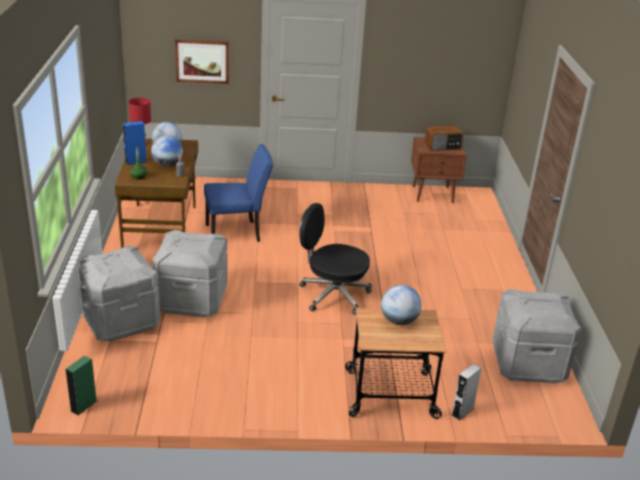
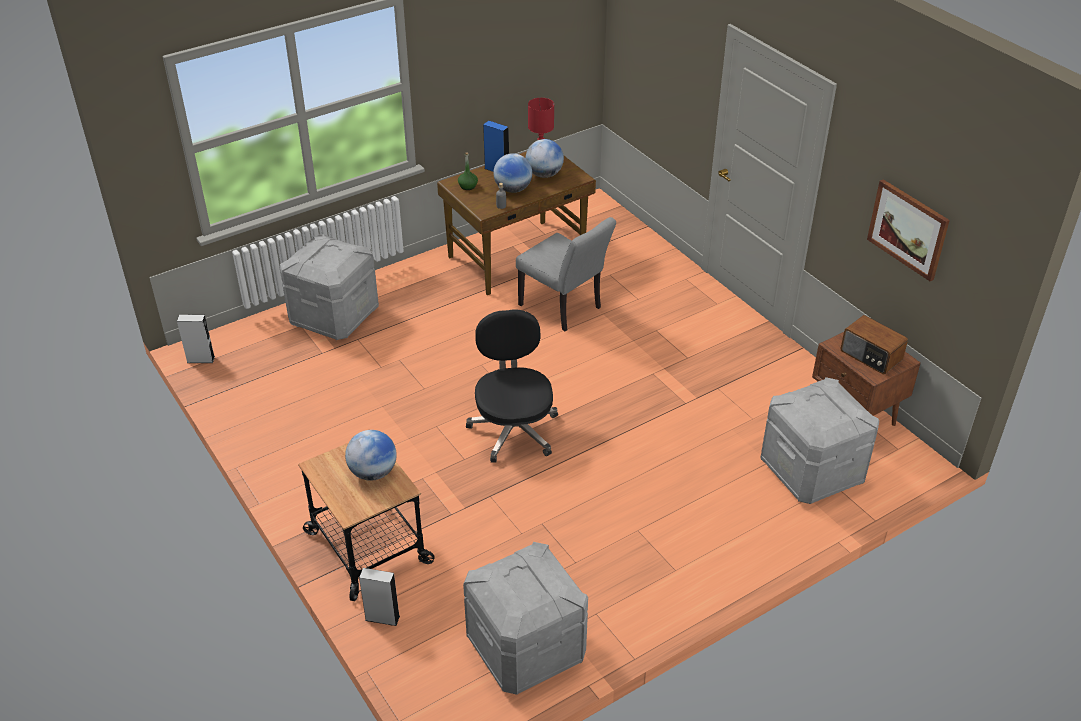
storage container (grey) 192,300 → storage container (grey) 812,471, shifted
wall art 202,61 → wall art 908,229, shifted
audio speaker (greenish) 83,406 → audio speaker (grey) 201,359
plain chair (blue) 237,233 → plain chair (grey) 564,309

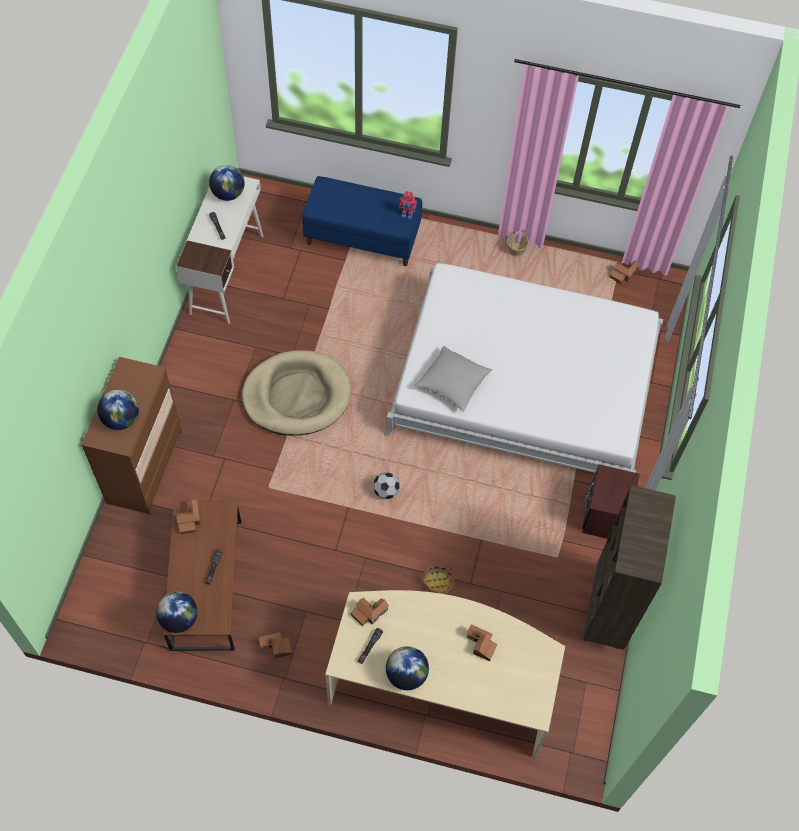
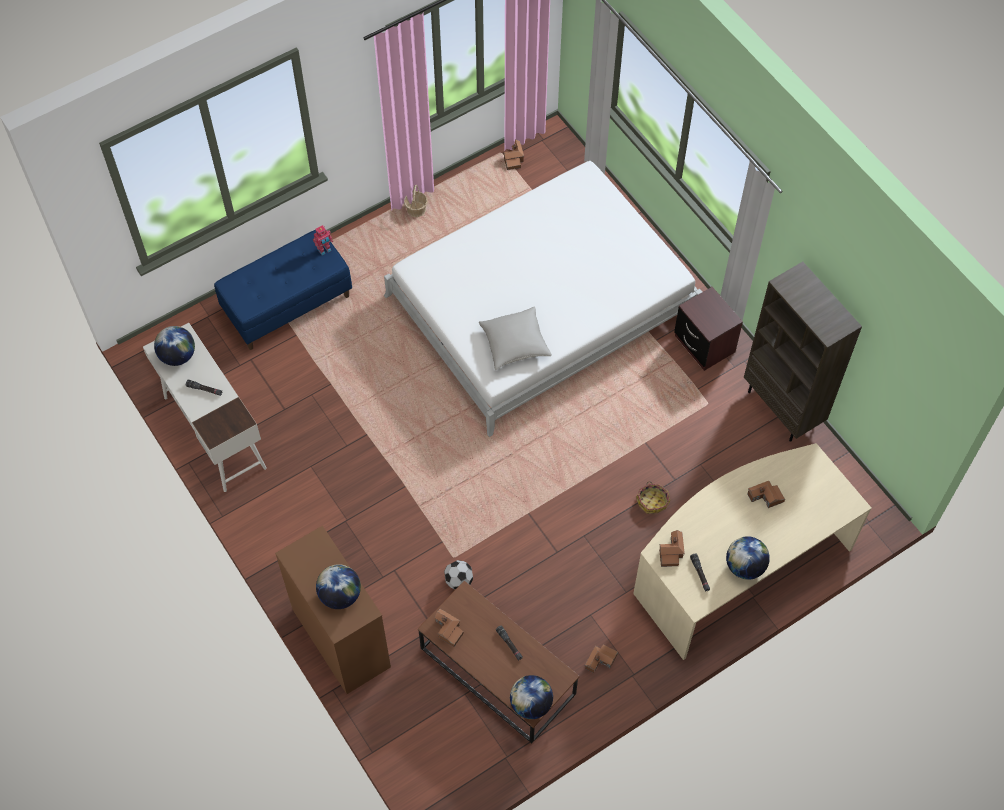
pet bed (sand-coloured) 297,396 → -
football ball 386,491 → football ball 459,580, shifted

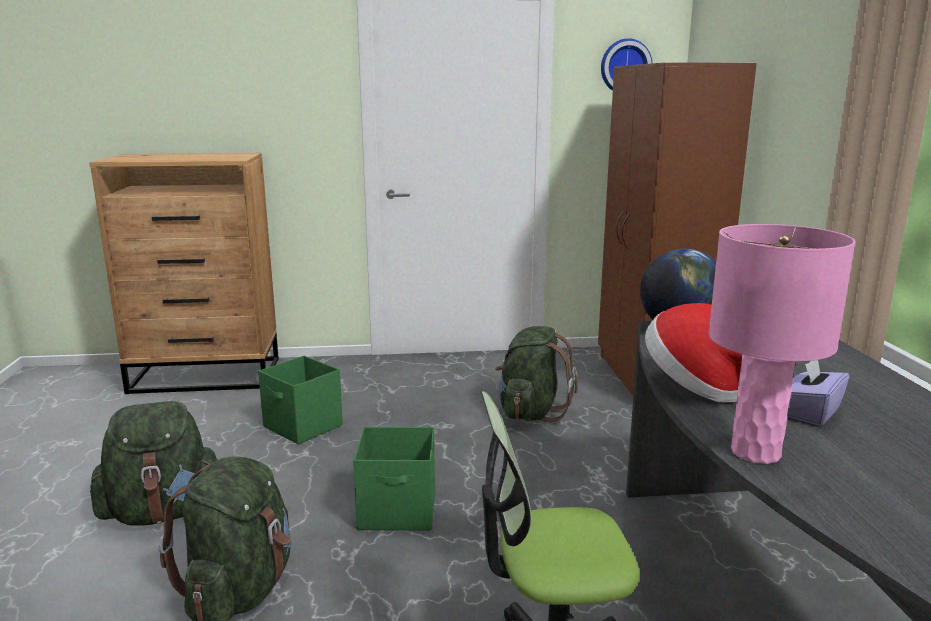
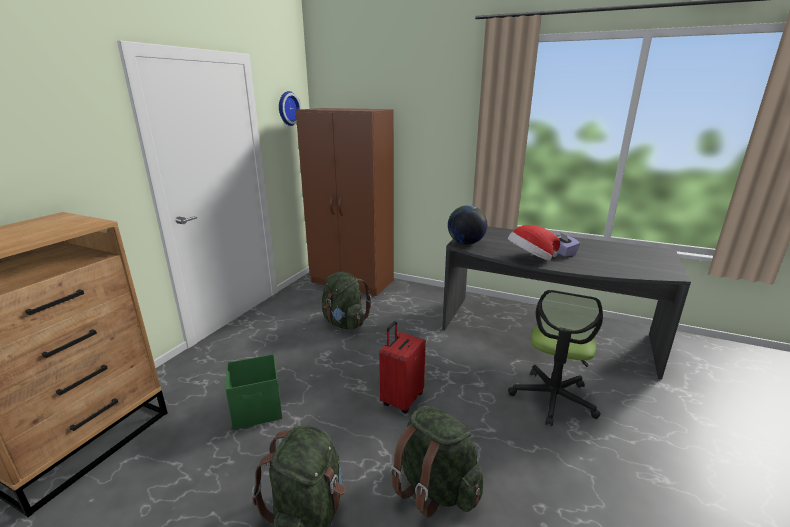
table lamp (pinkish) 755,453 → -
storage container (greenish) 399,511 → travel case (red) 401,399

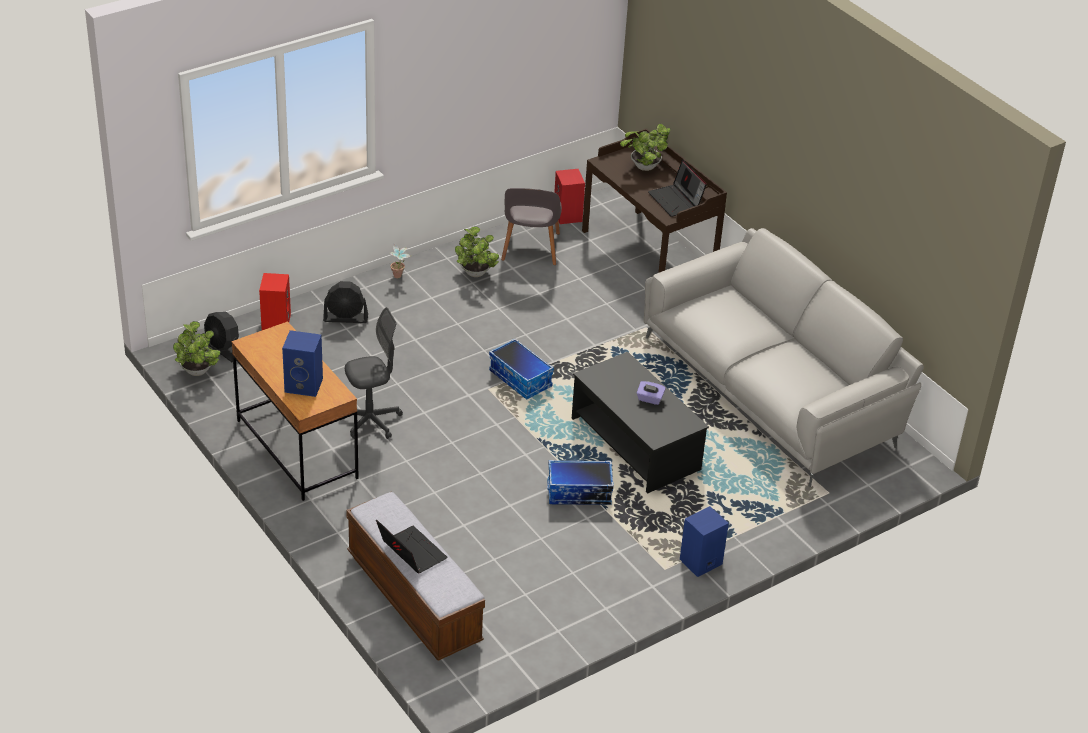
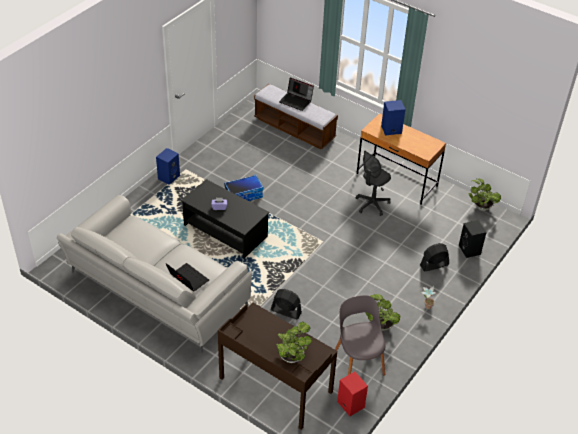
storage container 521,379 → -
electric fan (blackish) 224,349 → electric fan (blackish) 286,311, shifted
portable computer 676,201 → portable computer 187,279, shifted
audio speaker (red) 275,321 → audio speaker (blackish) 470,250

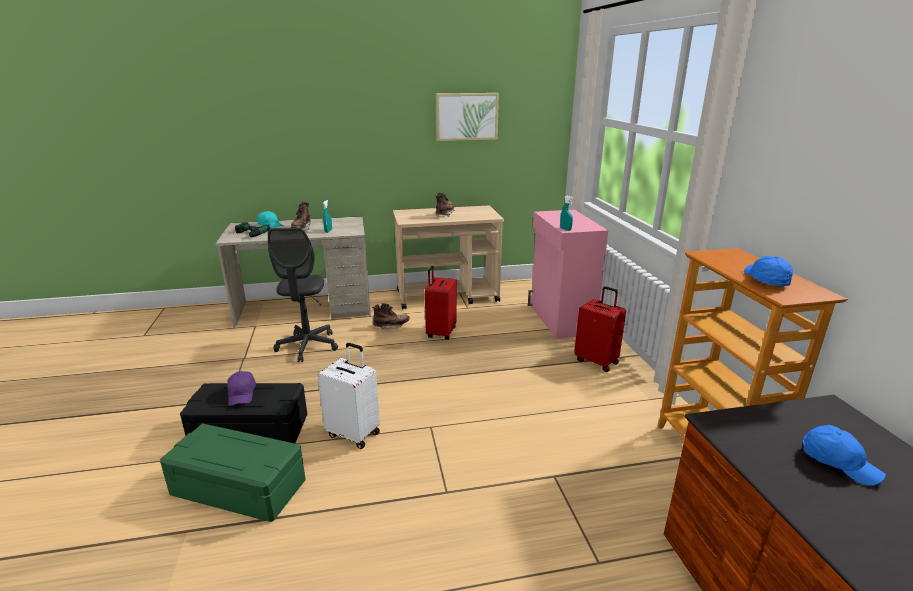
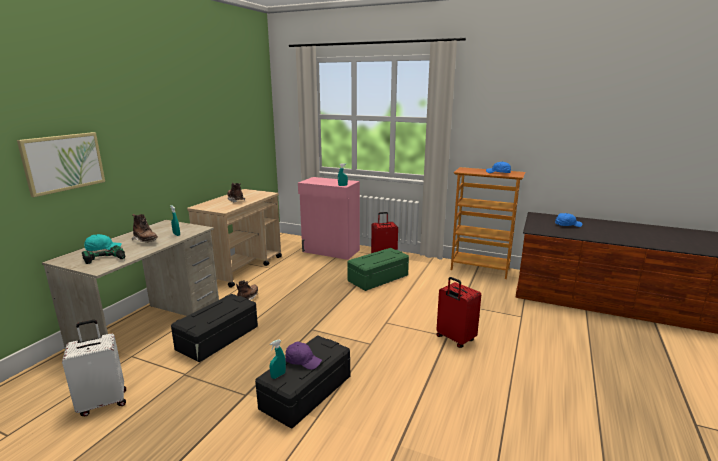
- → hand sprayer (turquoise) 278,375
storage container (greenish) 240,487 → storage container (greenish) 378,278, shifted
travel case (white) 354,433 → travel case (white) 103,402, shifted
travel case (red) 440,333 → travel case (red) 454,339, shifted
wall art 466,116 → wall art 63,162, shifted
computer chair (grey) 308,346 → storage container (blackish) 218,338

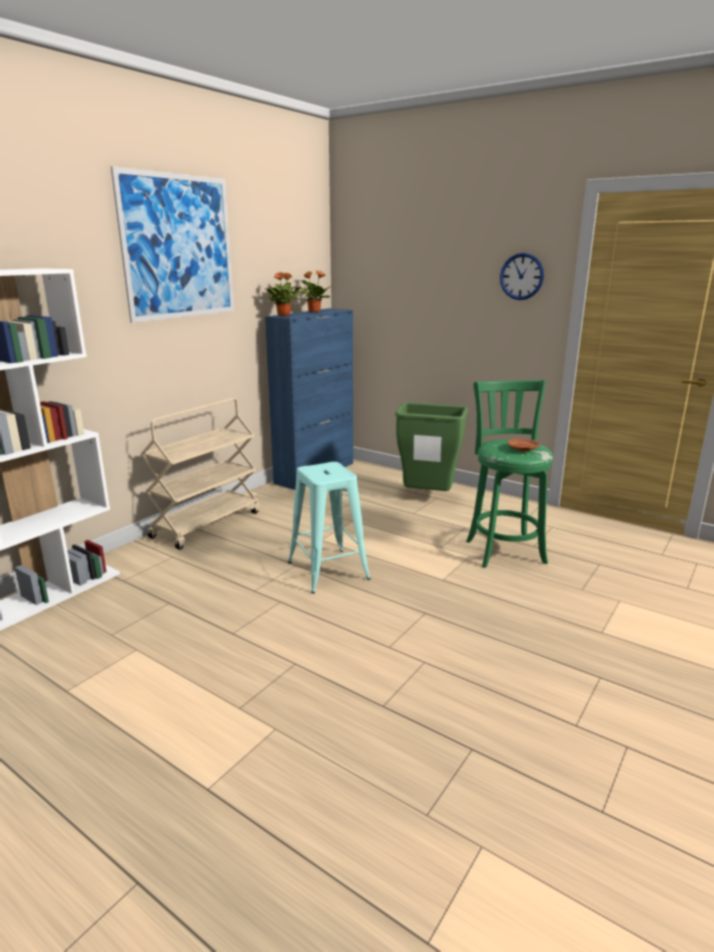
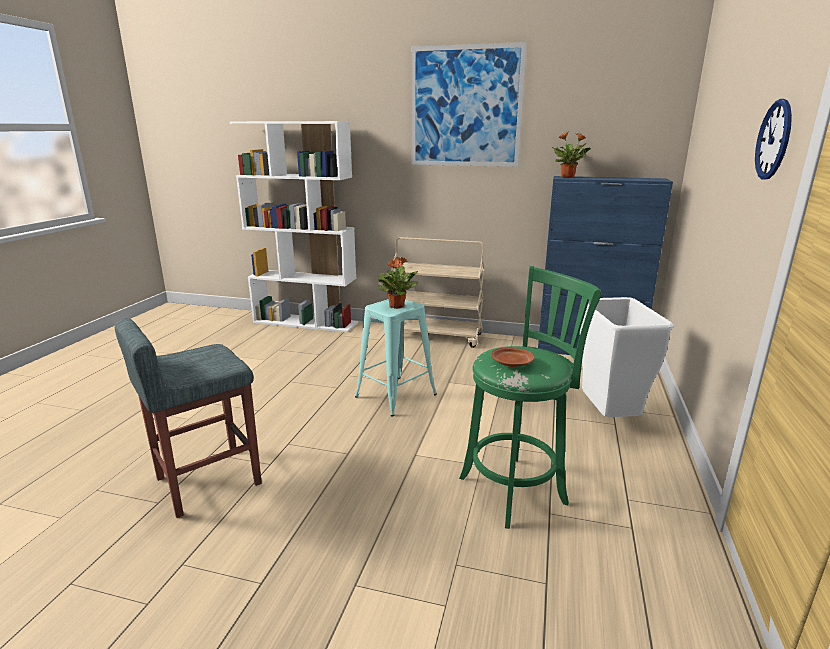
- → stool seat (grey) 206,481
potted plant 314,311 → potted plant 397,306, shifted
waste bin (greenish) 427,497 → waste bin (white) 607,418

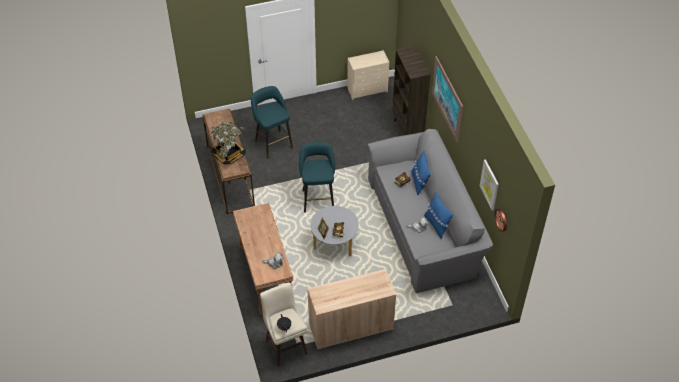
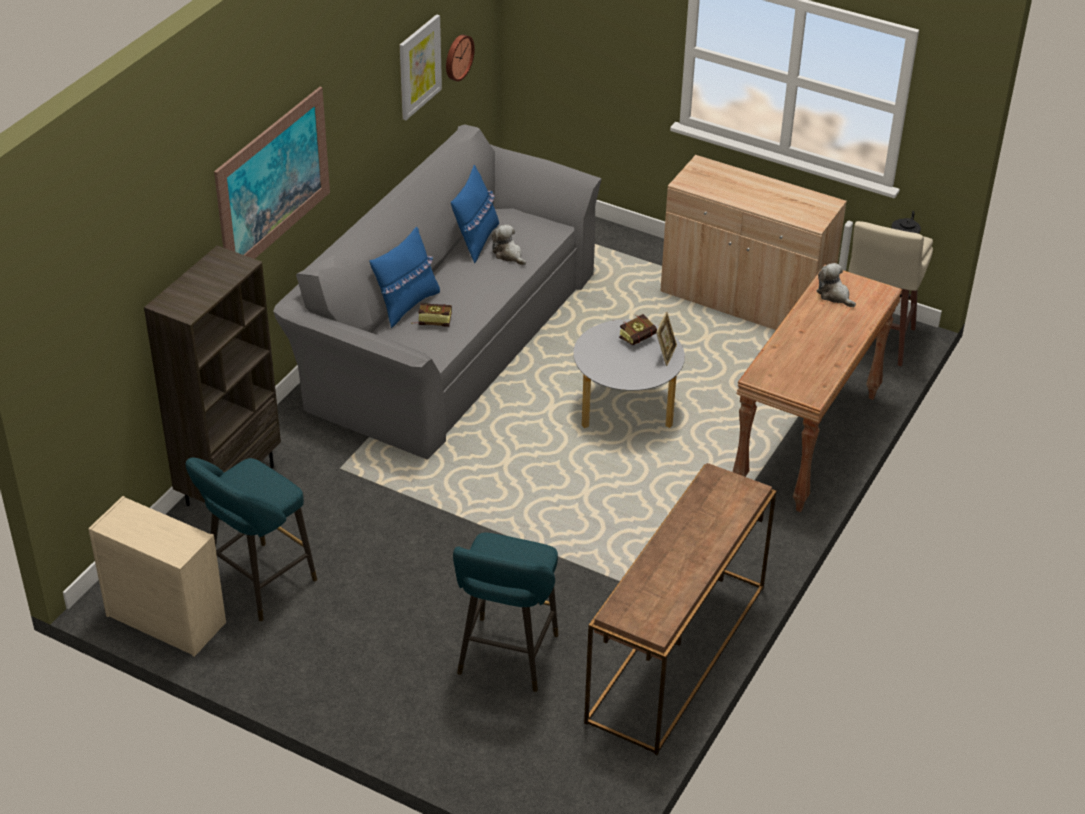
potted plant 229,154 → -
stool seat (turquoise) 318,198 → stool seat (turquoise) 257,585, shifted

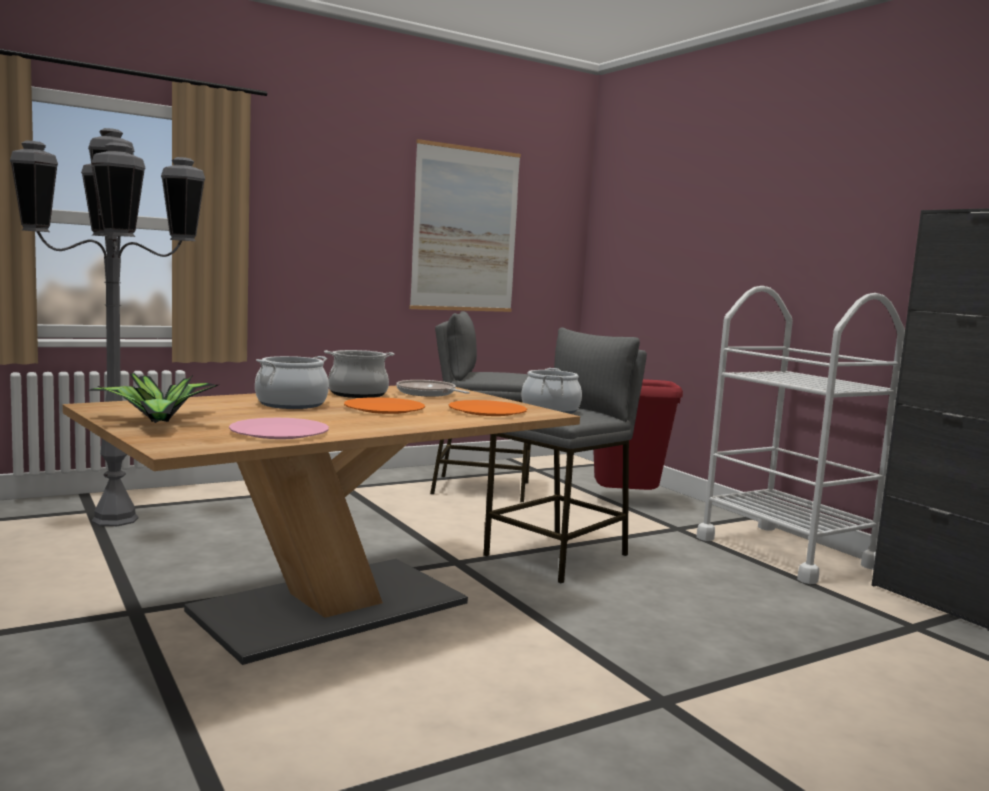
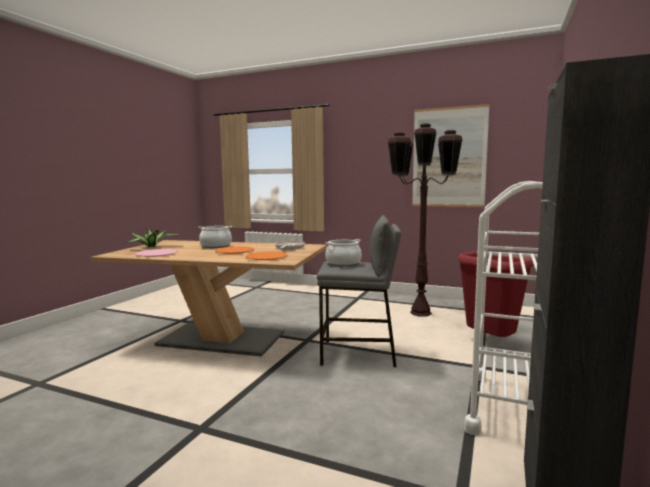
standard lamp (grey) 115,519 → -
stockpot 358,394 → -
stool seat (grey) 480,488 → standard lamp (brown) 420,313

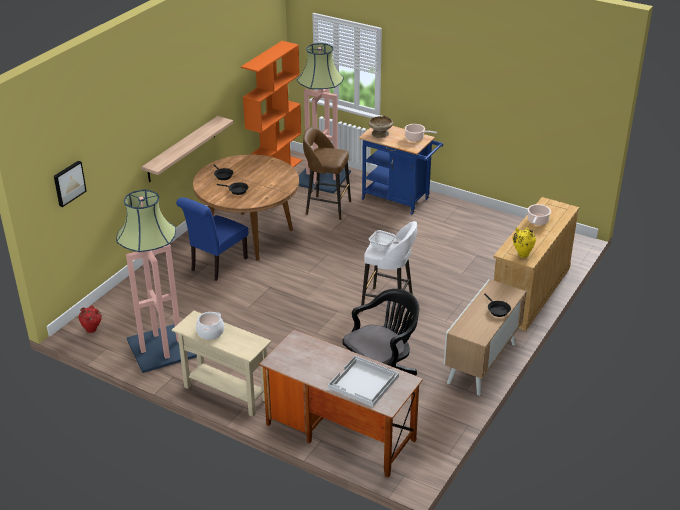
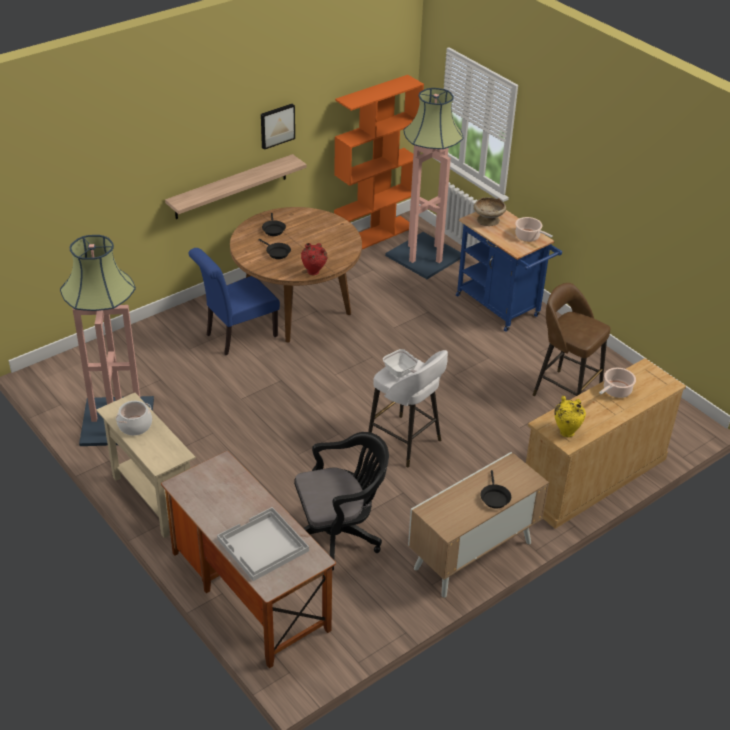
wall art 68,183 → wall art 277,125, shifted
decorative vase (red) 92,330 → decorative vase (red) 314,273, shifted
stool seat (brown) 326,207 → stool seat (brown) 565,392, shifted

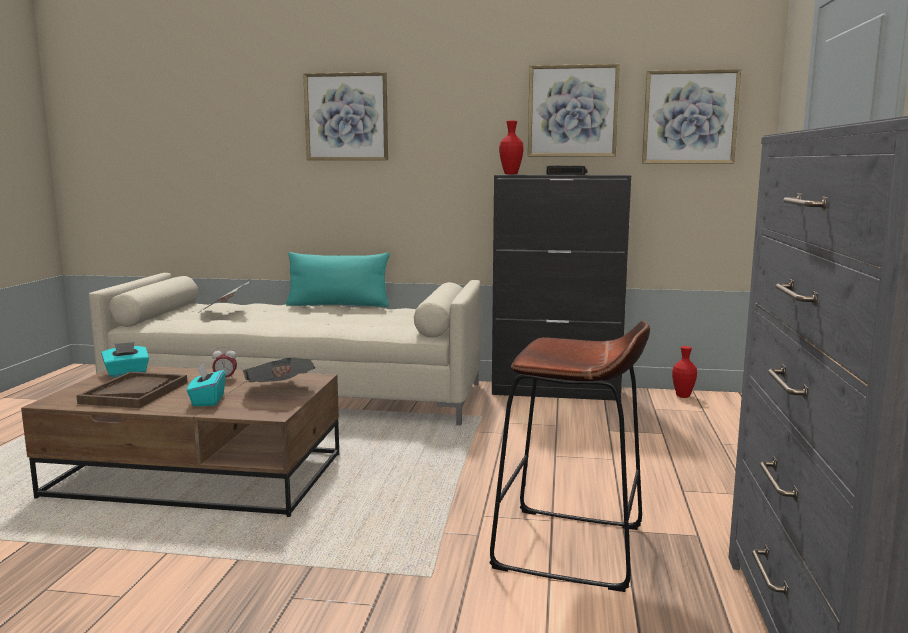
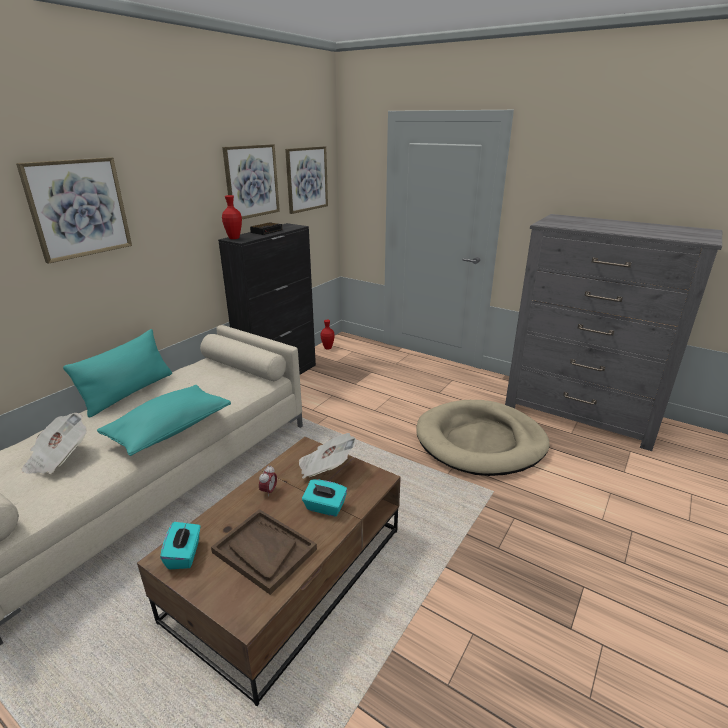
- → throw pillow (turquoise) 170,430
stool seat (brown) 569,548 → pet bed (sand-coloured) 480,441

